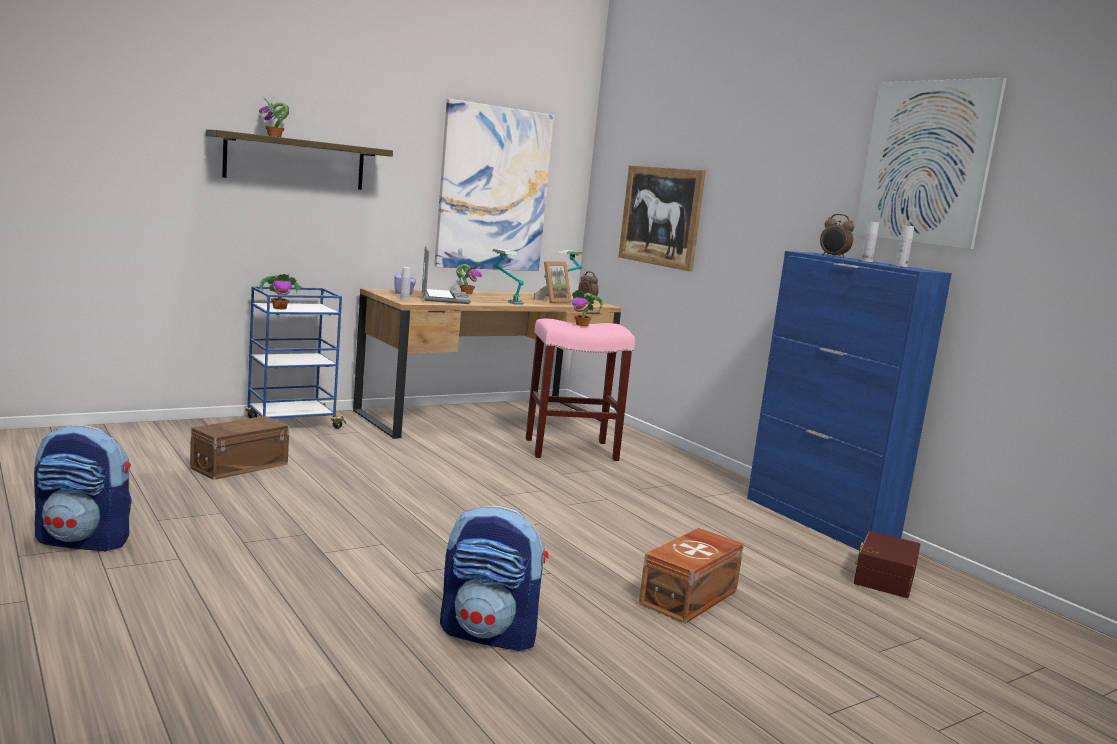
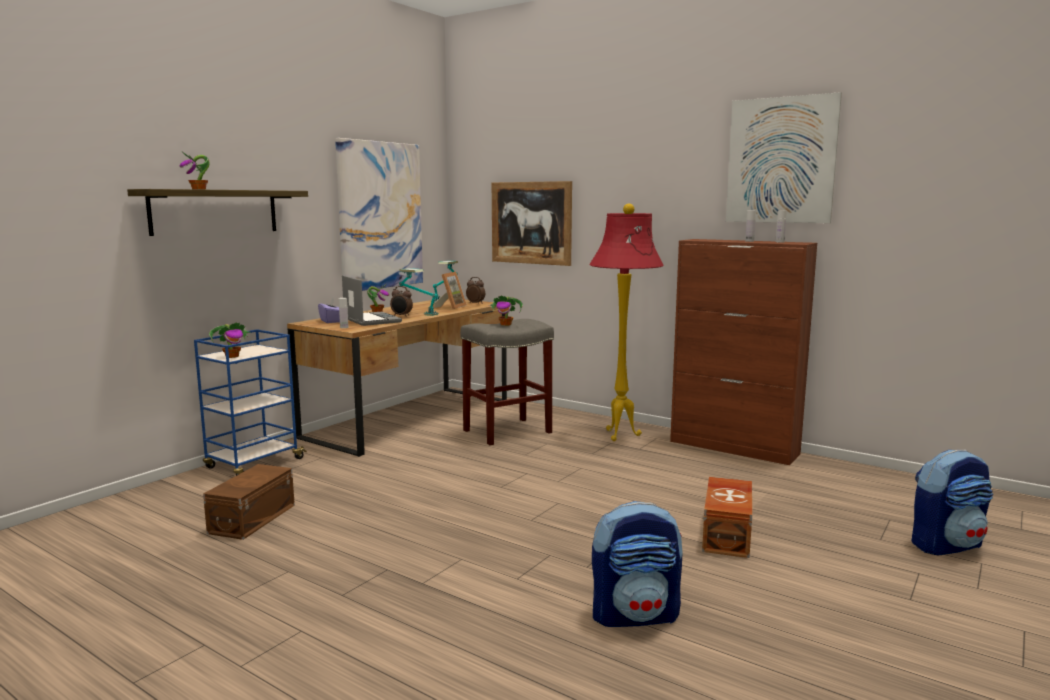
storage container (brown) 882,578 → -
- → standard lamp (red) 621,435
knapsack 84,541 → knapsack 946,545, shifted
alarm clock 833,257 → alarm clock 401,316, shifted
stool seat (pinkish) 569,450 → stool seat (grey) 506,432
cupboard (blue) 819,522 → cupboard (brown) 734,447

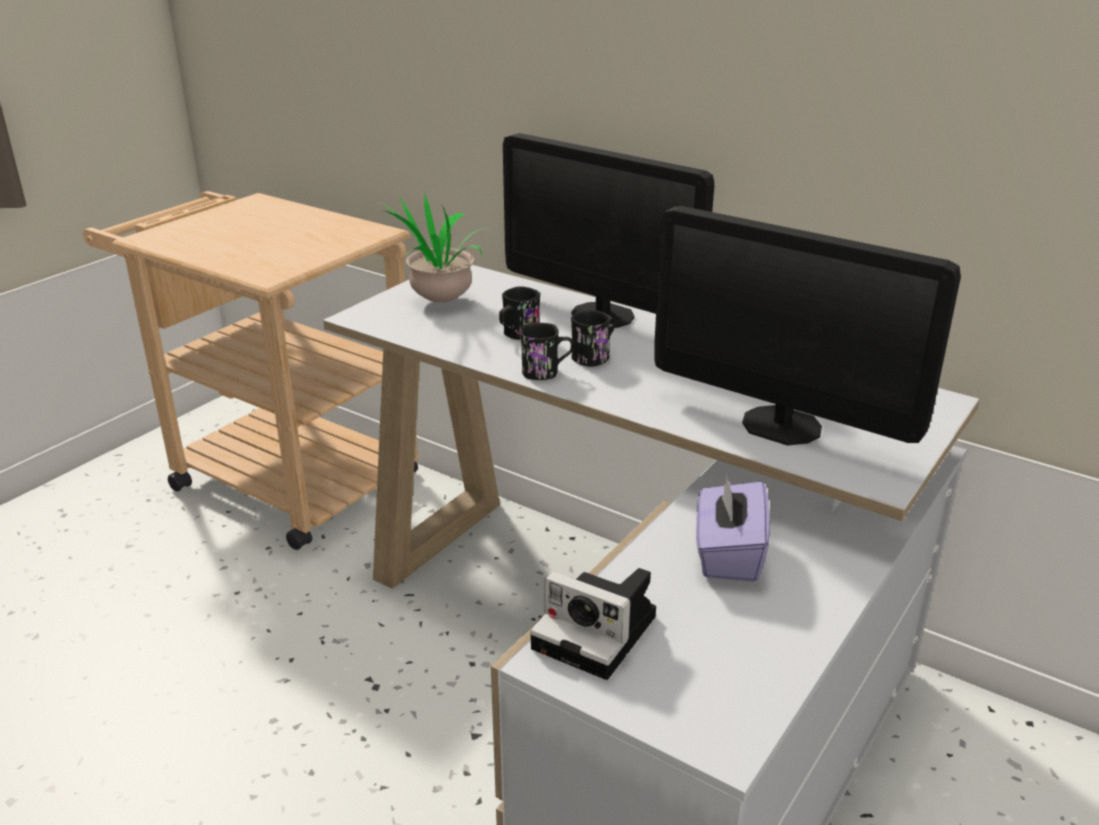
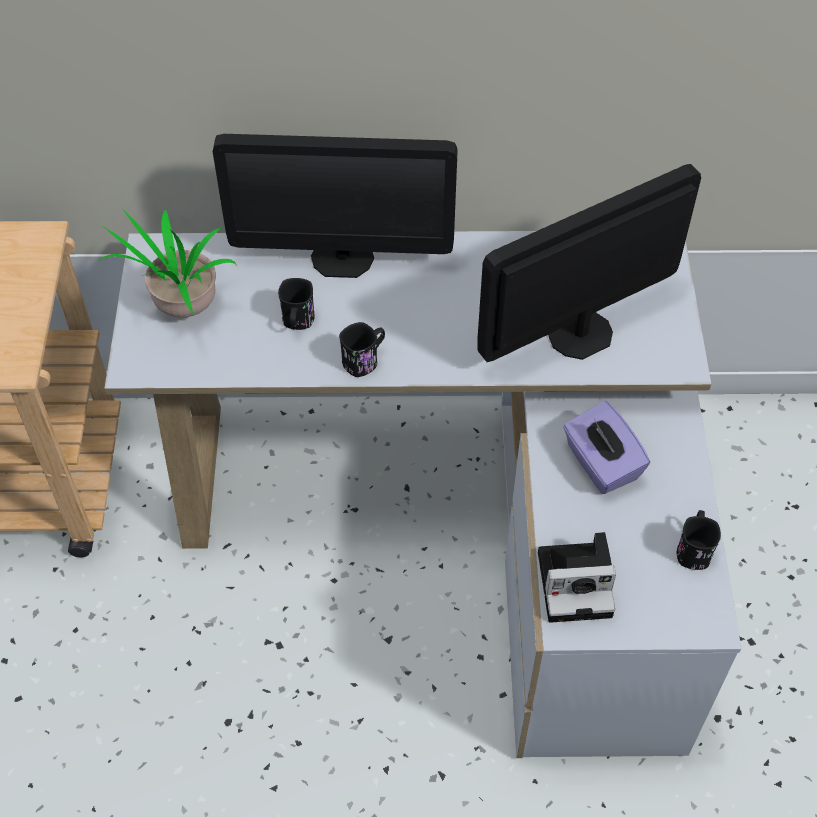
coffee mug (blackish) 595,356 → coffee mug (blackish) 694,549, shifted
computer display 781,425 → computer display 580,334, 150 degrees clockwise

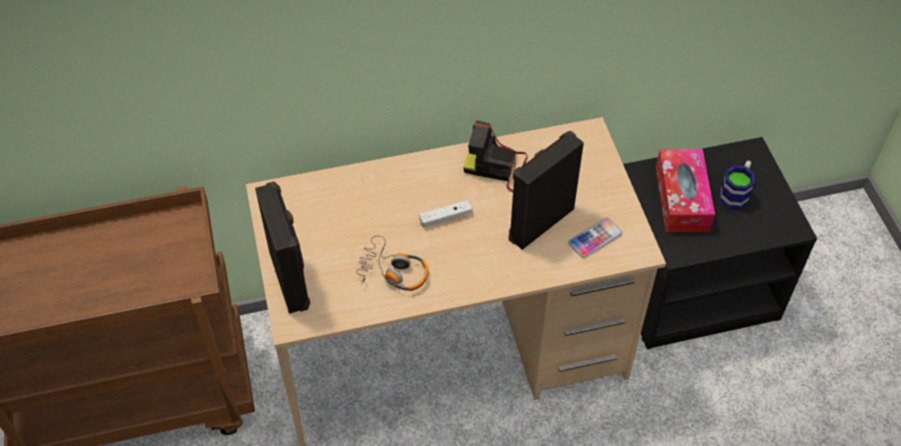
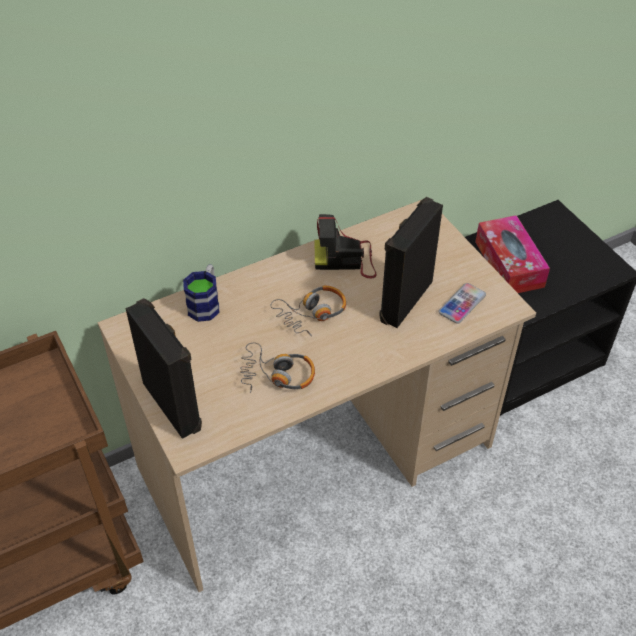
coffee mug 735,193 → coffee mug 206,303, shifted
gamepad (white) 445,217 → pair of headphones 312,314

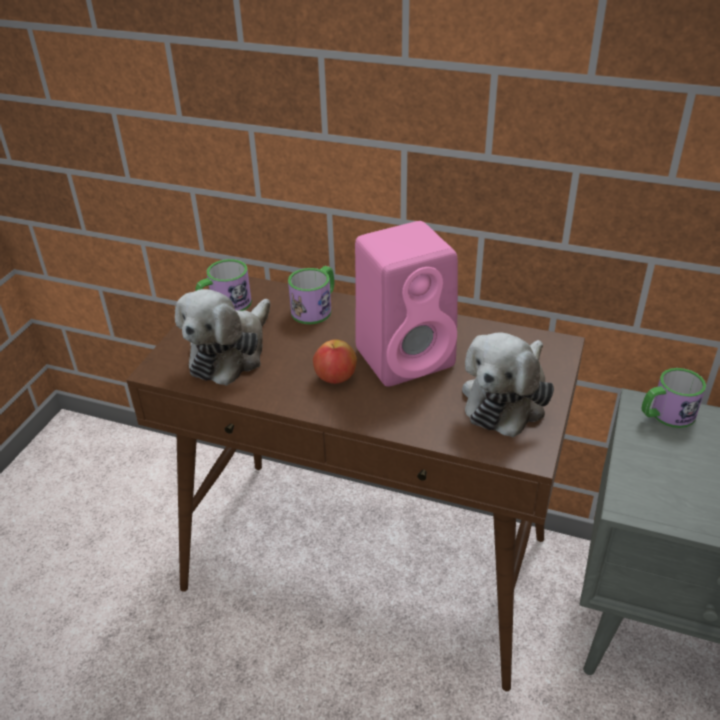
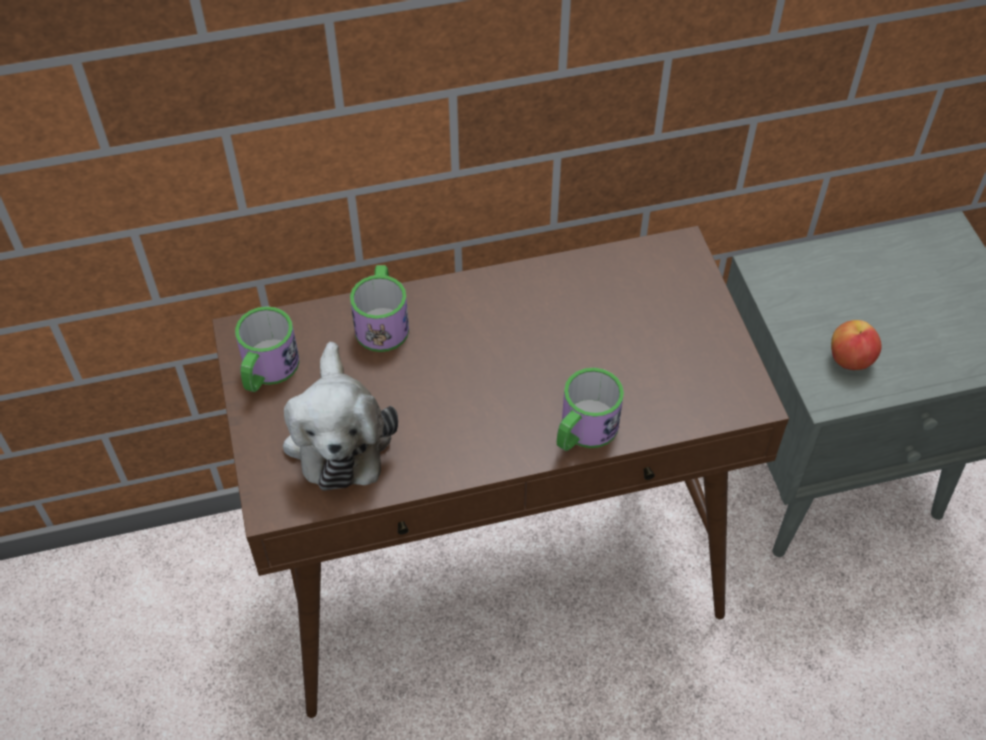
audio speaker (pinkish) 407,356 → -
cuddly toy 506,399 → -
apple 335,378 → apple 850,359, shifted
coffee mug 666,415 → coffee mug 583,431, shifted

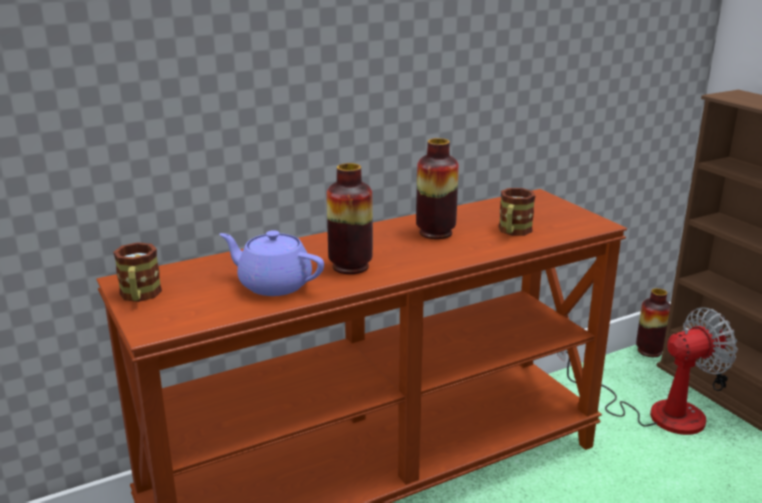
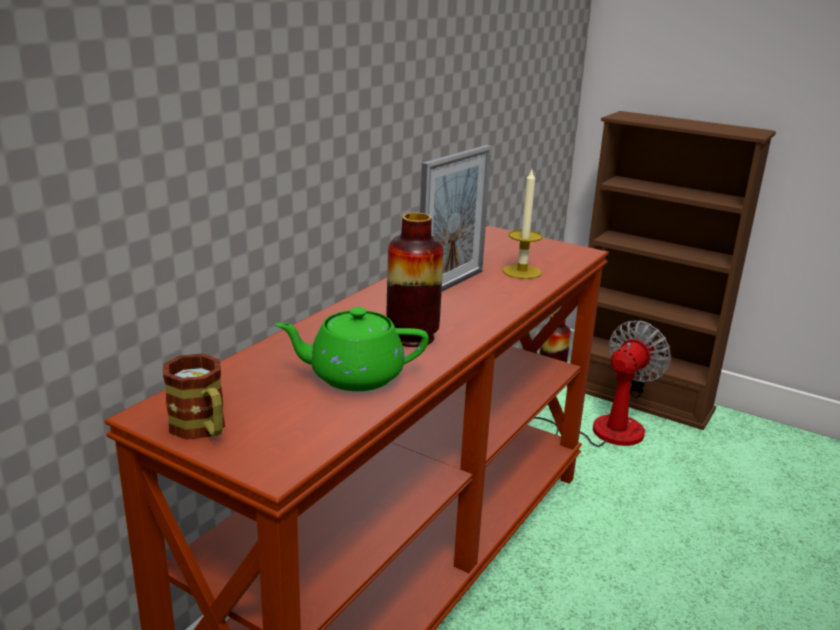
decorative vase 435,233 → standing frame 451,285
coffee mug 513,232 → wax light 522,271
pot for tea (purplish) 273,284 → pot for tea (greenish) 354,376

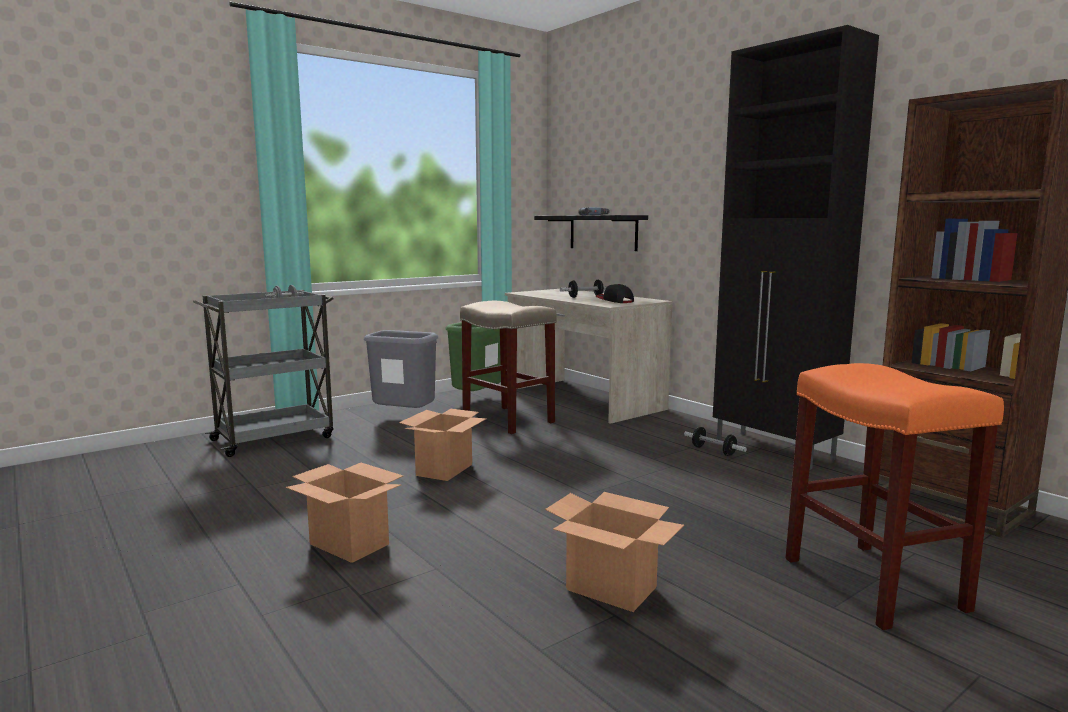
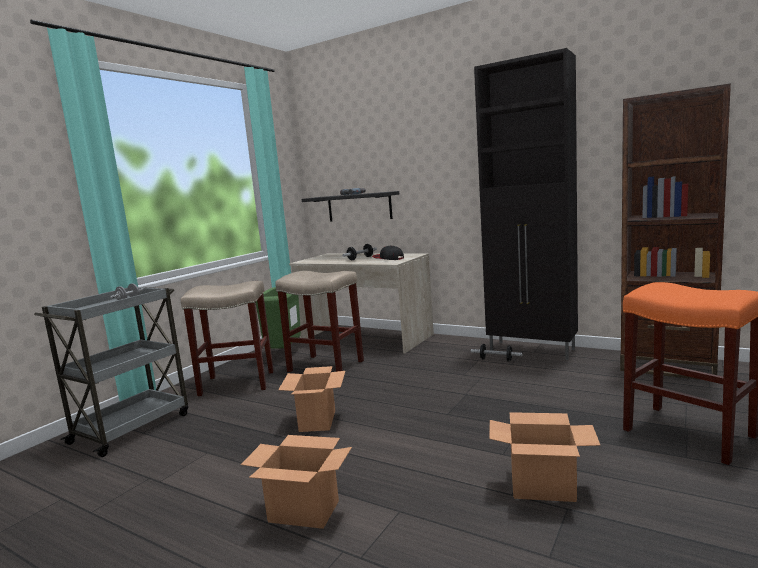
waste bin (grey) 405,418 → stool seat (sand-coloured) 238,383

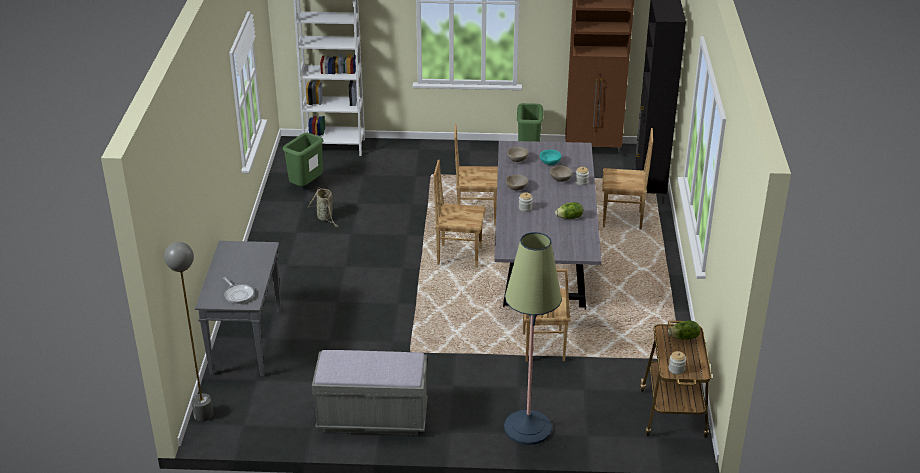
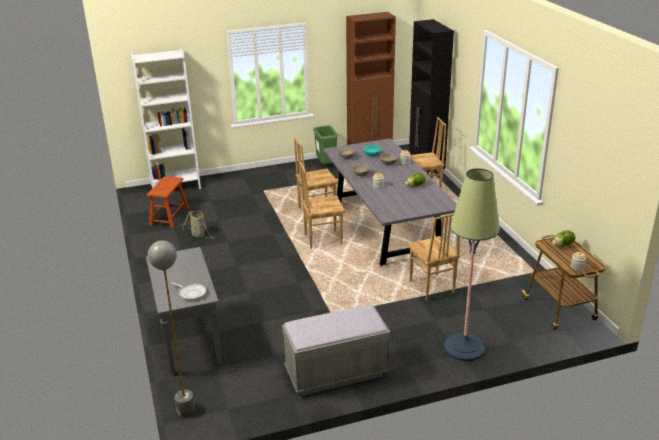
waste bin (greenish) 306,186 → stool seat (brown) 169,216

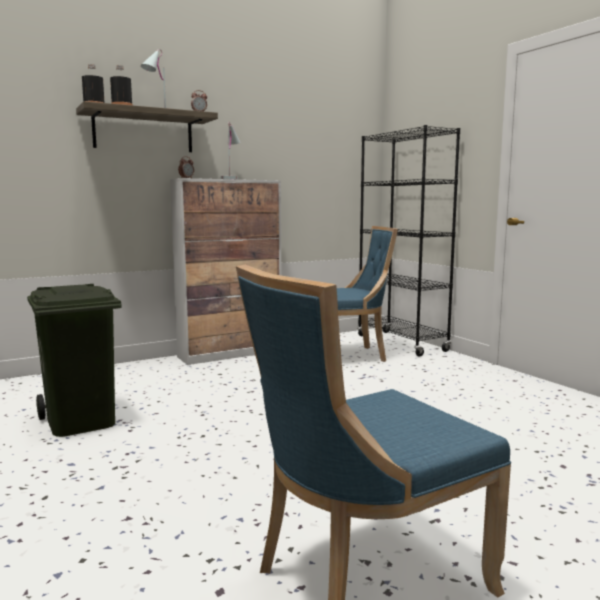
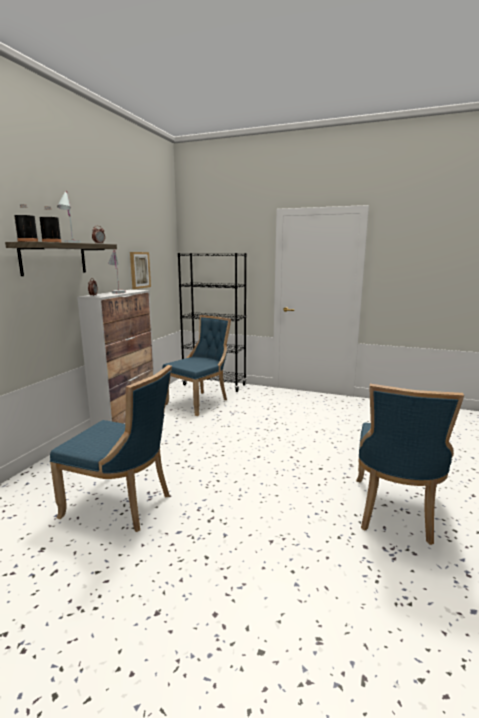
- → wall art 139,270
waste bin (greenish) 79,421 → plain chair (blue) 122,505

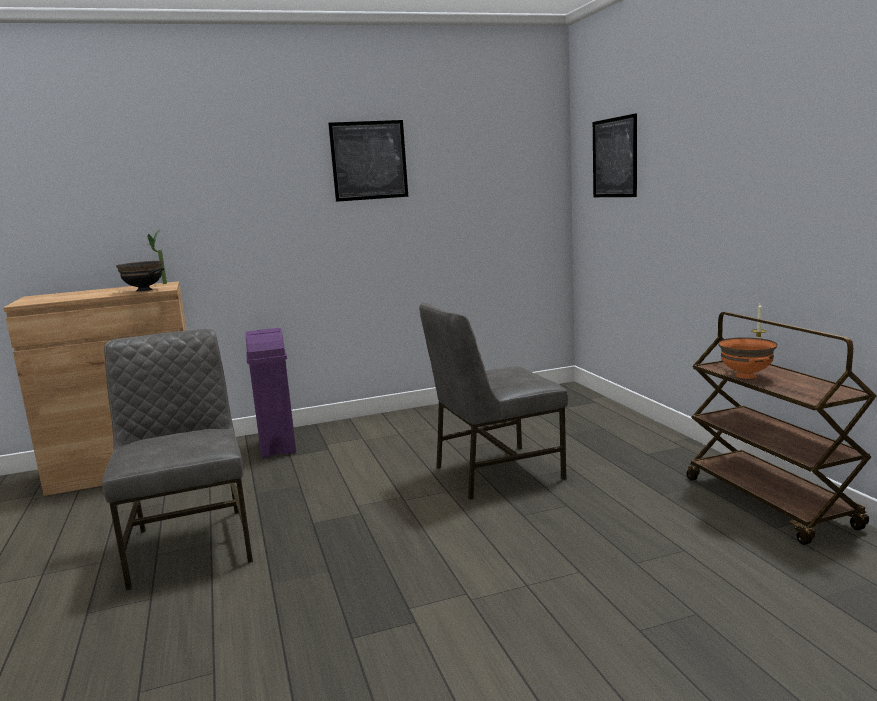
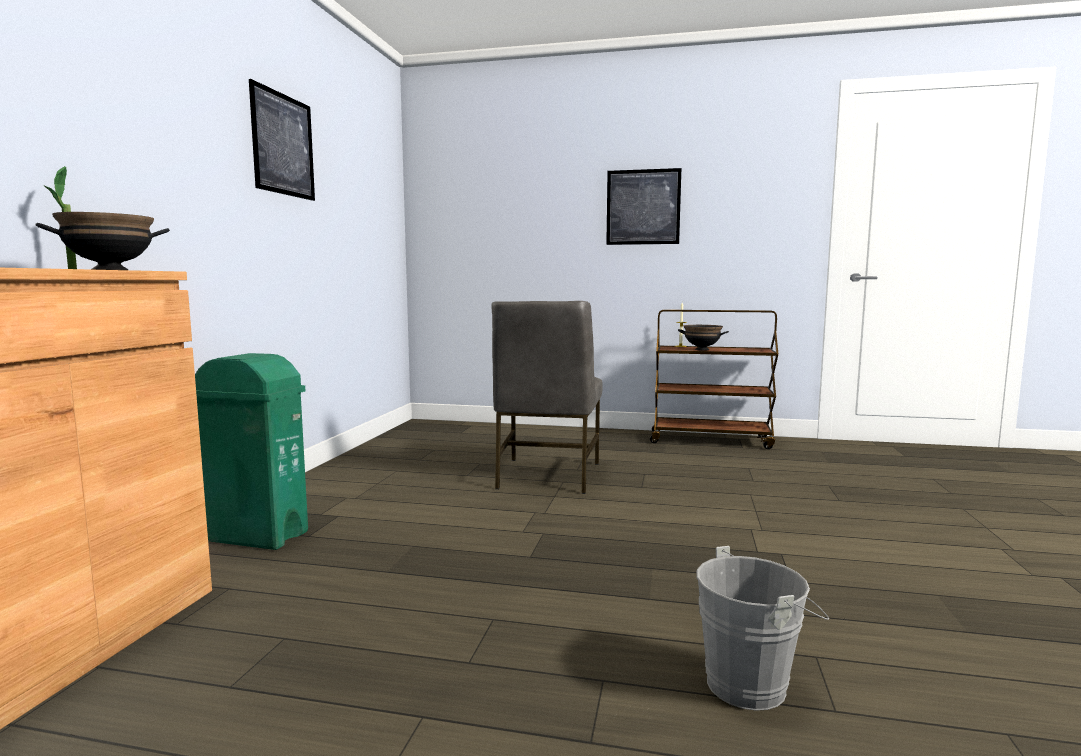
plain chair (grey) 191,544 → -
- → pail (grey) 754,684
wall art 614,158 → wall art 643,207, shifted
waste bin (purplish) 278,446 → waste bin (greenish) 257,536
serving bowl (orangey) 745,376 → serving bowl (blackish) 701,349

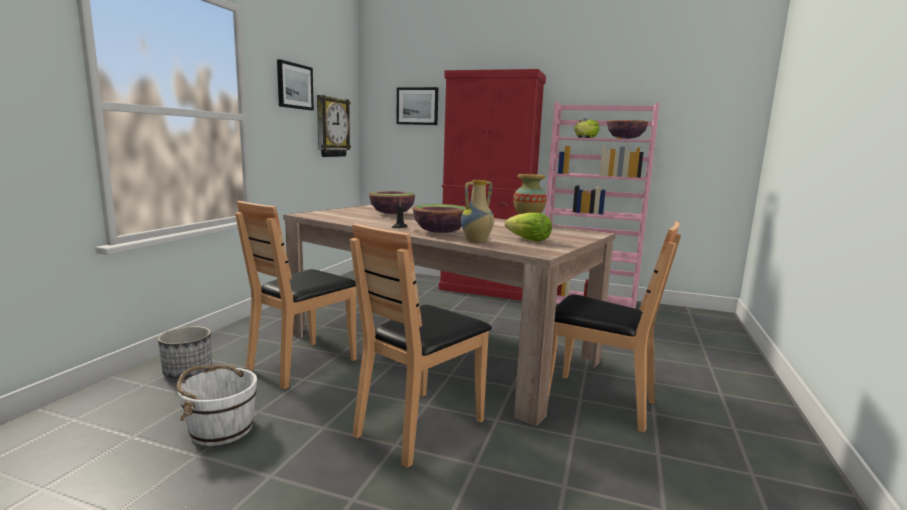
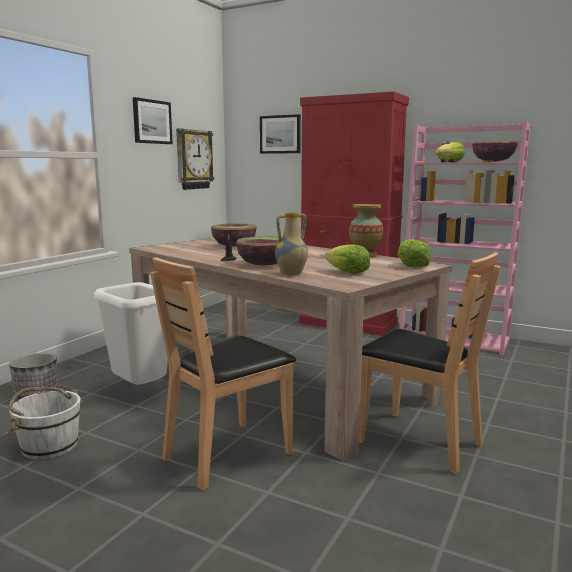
- → lettuce head 411,265
plain chair (brown) 303,364 → waste bin (white) 140,392

